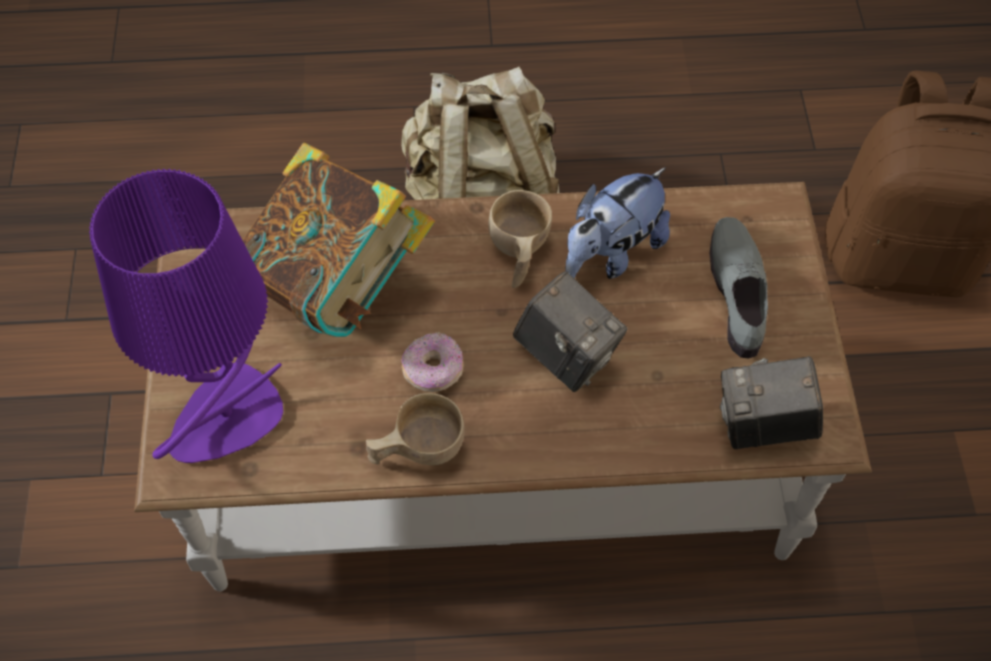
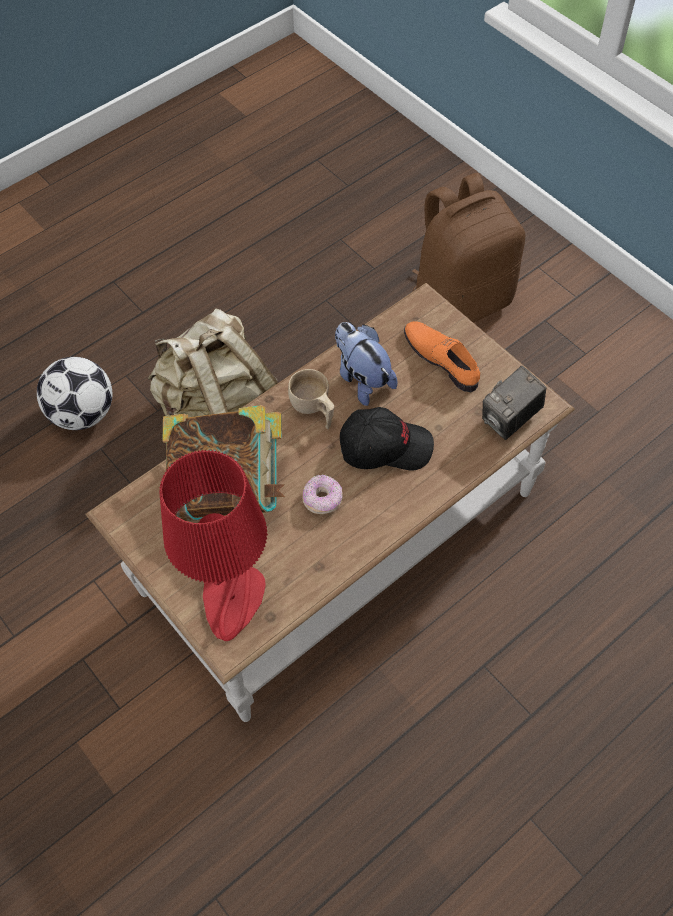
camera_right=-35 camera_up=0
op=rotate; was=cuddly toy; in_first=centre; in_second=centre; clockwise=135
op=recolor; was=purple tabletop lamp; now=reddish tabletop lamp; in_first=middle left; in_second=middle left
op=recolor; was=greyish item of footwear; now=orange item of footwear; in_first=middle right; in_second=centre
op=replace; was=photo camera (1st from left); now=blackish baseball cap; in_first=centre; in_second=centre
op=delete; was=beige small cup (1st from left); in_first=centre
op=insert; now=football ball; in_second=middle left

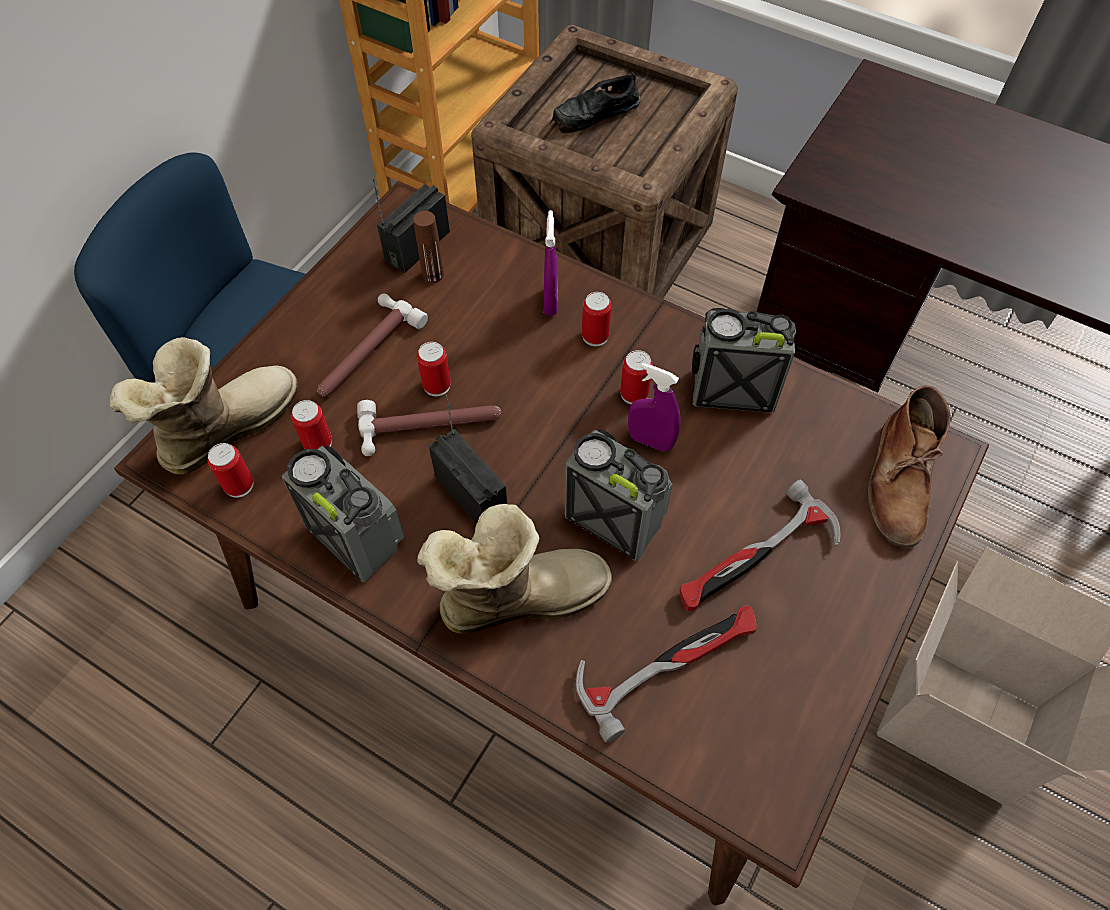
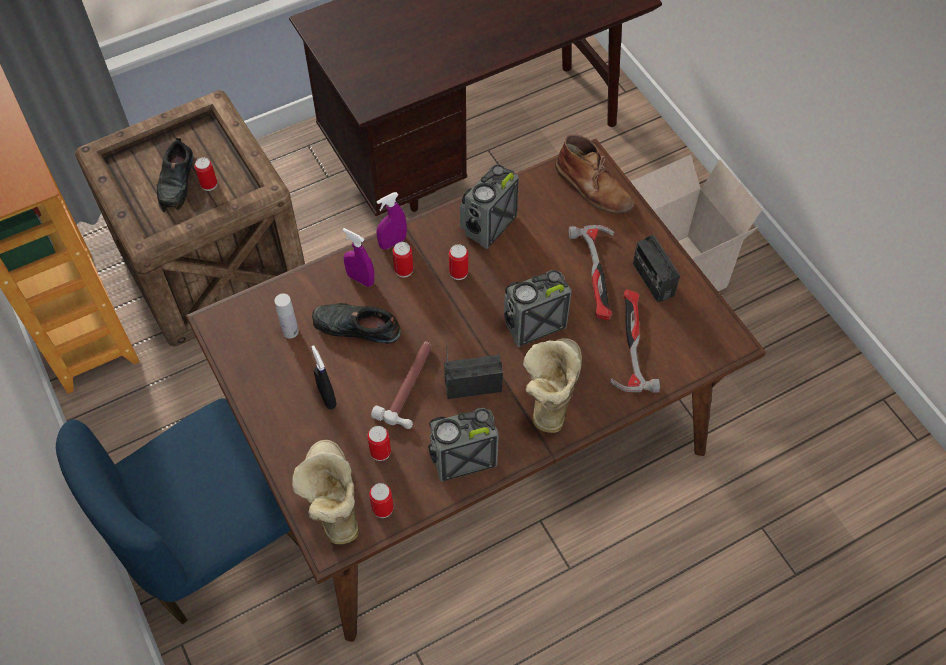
camera_right=-60 camera_up=0
op=move; was=radio (2nd from left in the first image); now=radio (5th from left); in_first=top centre; in_second=middle right
op=recolor; was=brown-coloured drink bottle; now=white drink bottle; in_first=top centre; in_second=middle left
op=replace; was=tool hammer (1st from left); now=blackish spray bottle; in_first=centre; in_second=centre
op=move; was=metal can (3rd from left in the first image); now=metal can (1st from left); in_first=centre; in_second=top left
op=move; was=purple spray bottle (2nd from left); in_first=centre; in_second=top centre
op=insert; now=blackish item of footwear (2nd from left); in_second=centre

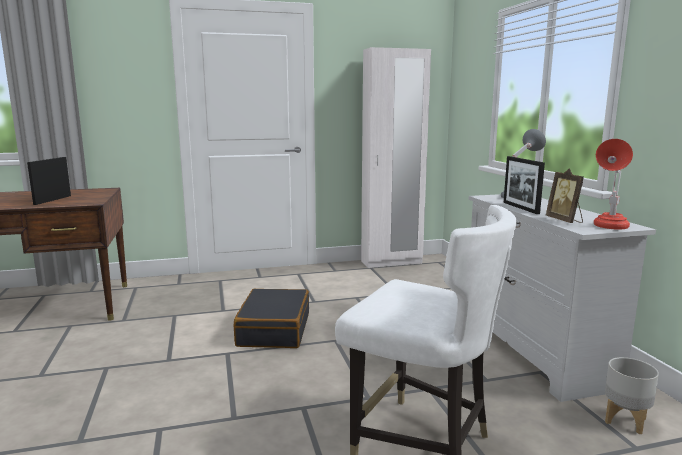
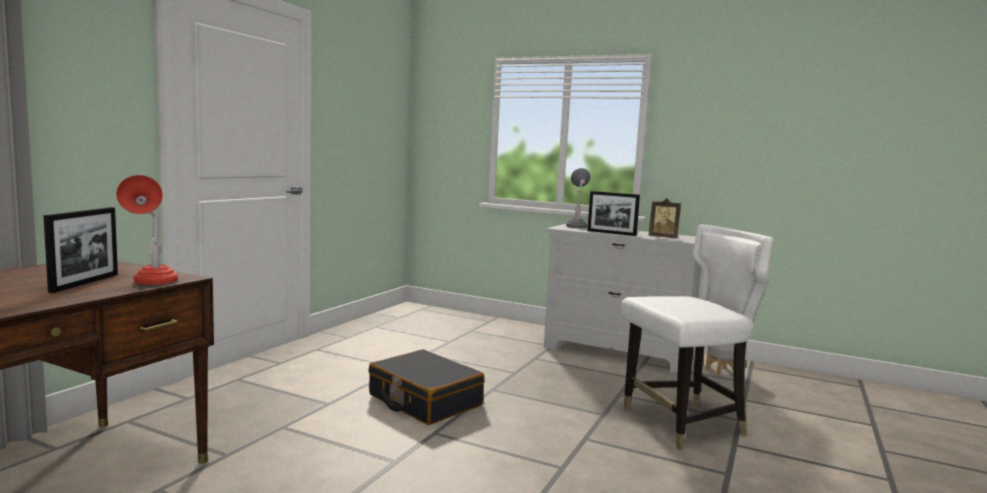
camera_right=-50 camera_up=-5
op=delete; was=white armoire; in_first=centre
op=move; was=reddish tabletop lamp; in_first=middle right; in_second=middle left
op=rotate; was=photo frame (1st from left); in_first=middle left; in_second=middle left; clockwise=-135

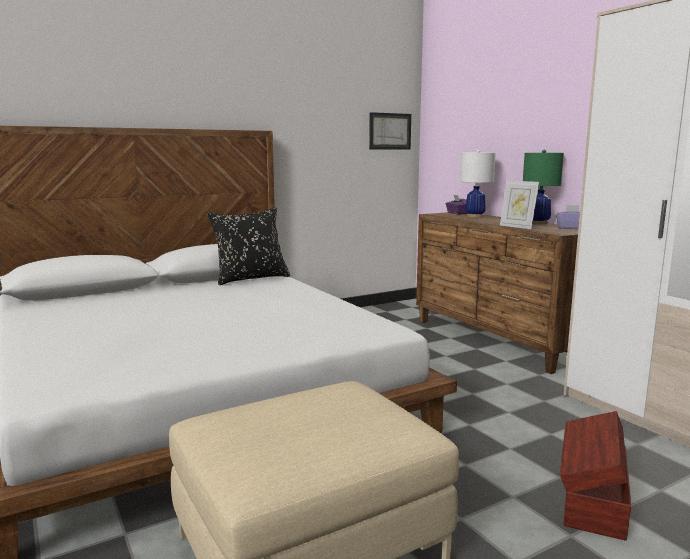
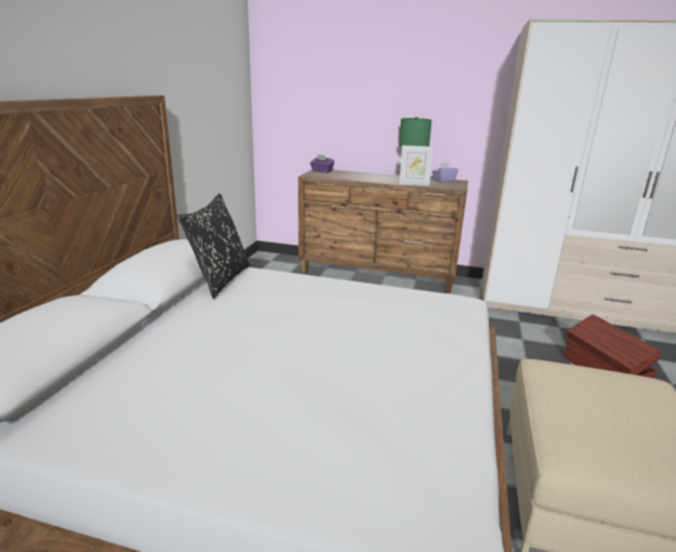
camera_right=-45 camera_up=10
op=delete; was=wall picture; in_first=top centre
op=delete; was=white tabletop lamp; in_first=top right

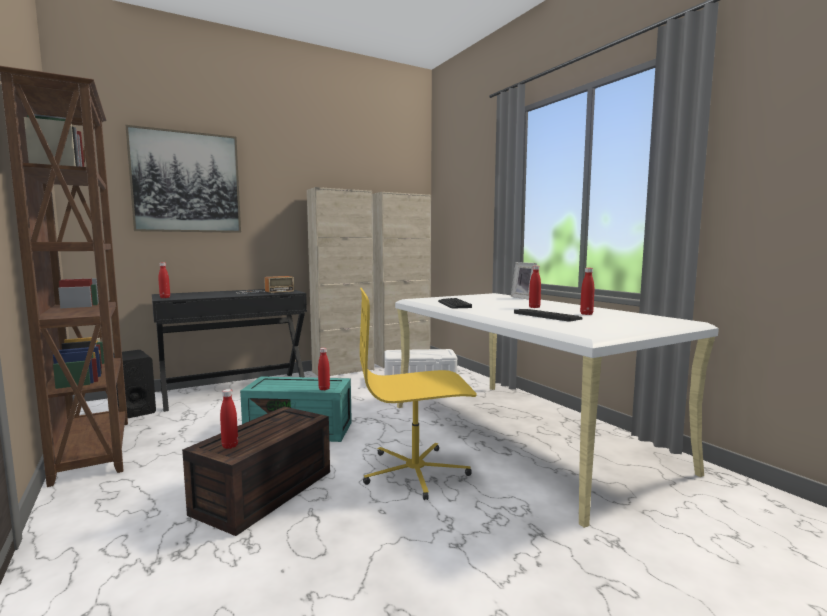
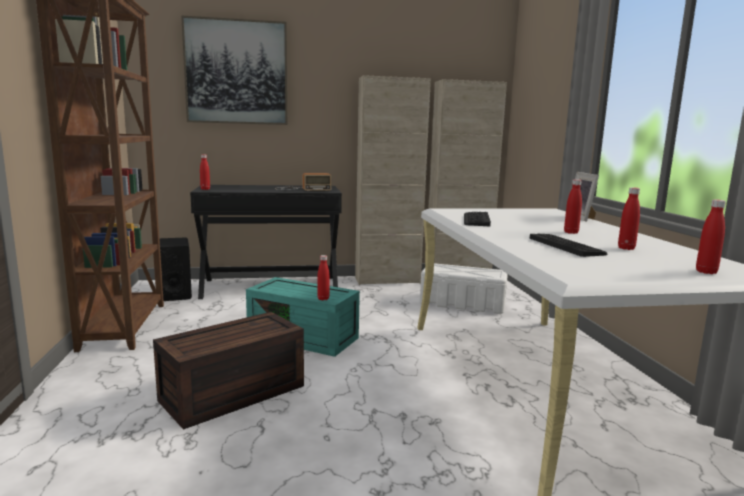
camera_right=20 camera_up=5
op=delete; was=yellowish desk chair; in_first=centre
op=move; was=reddish drink bottle (2nd from left in the first image); now=reddish drink bottle (5th from left); in_first=bottom left; in_second=middle right

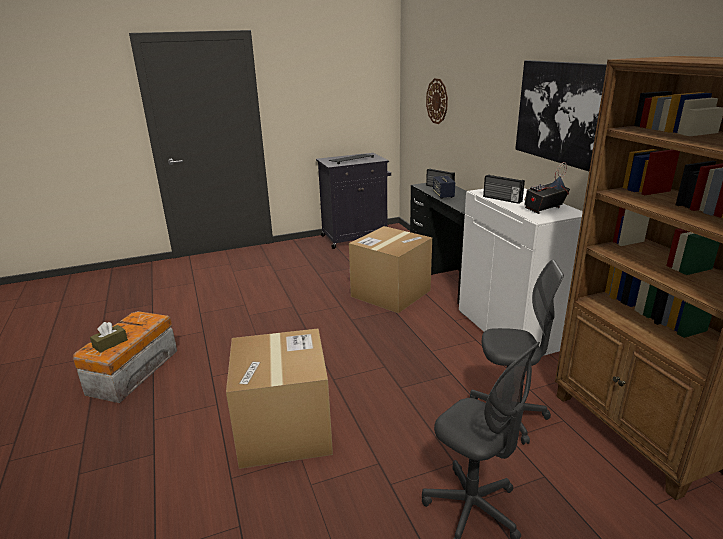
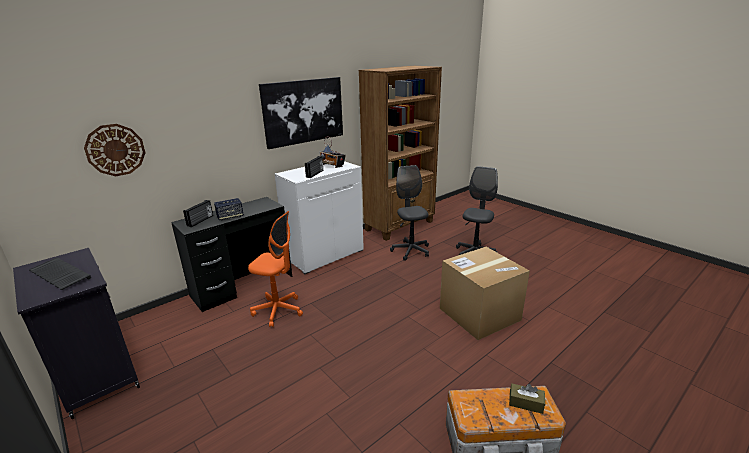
camera_right=-110 camera_up=0
op=replace; was=packing box (2nd from left); now=orange desk chair; in_first=centre; in_second=centre

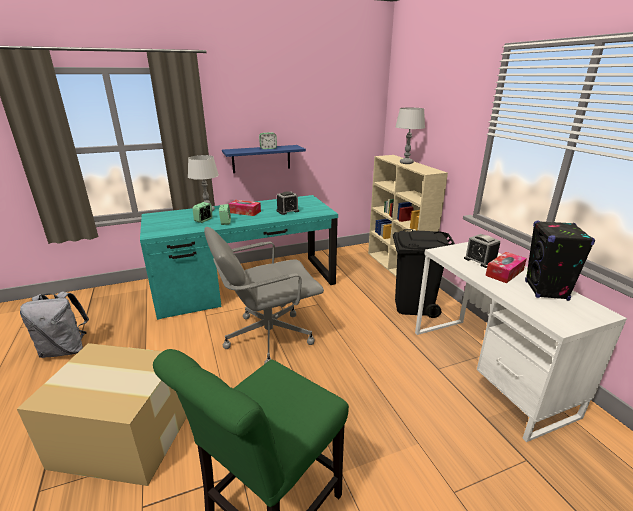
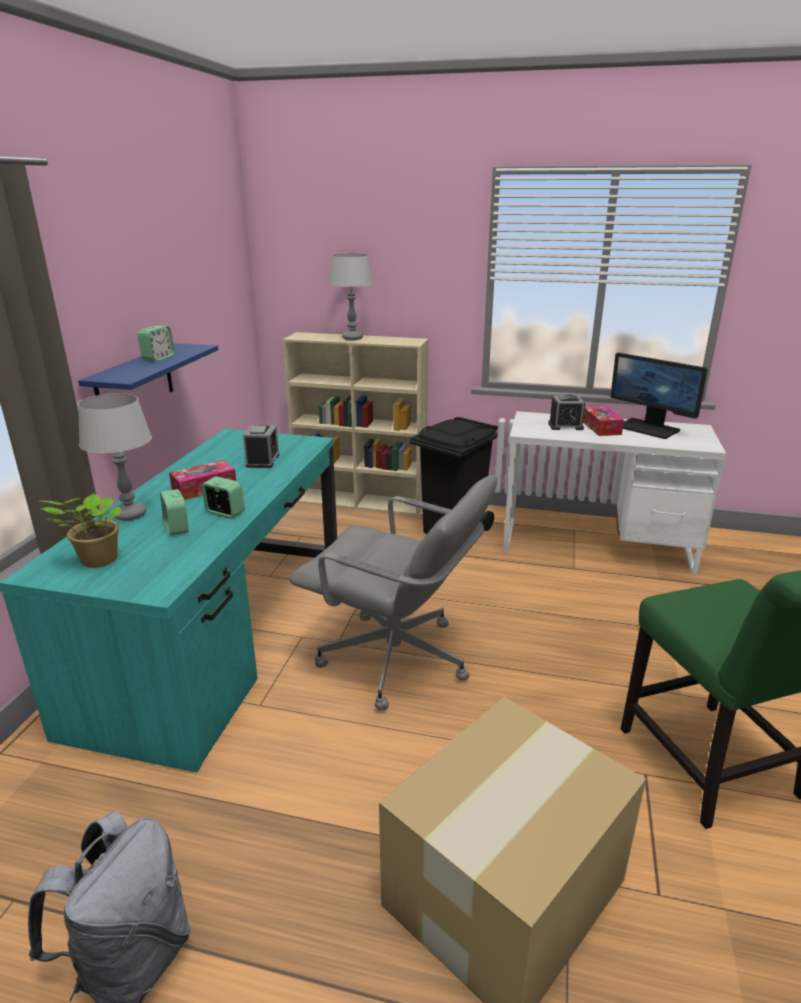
camera_right=-55 camera_up=0
op=replace; was=blackish audio speaker; now=monitor; in_first=middle right; in_second=middle right
op=rotate; was=greyish desk chair; in_first=centre; in_second=centre; clockwise=-75
op=insert; now=houseplant; in_second=middle left

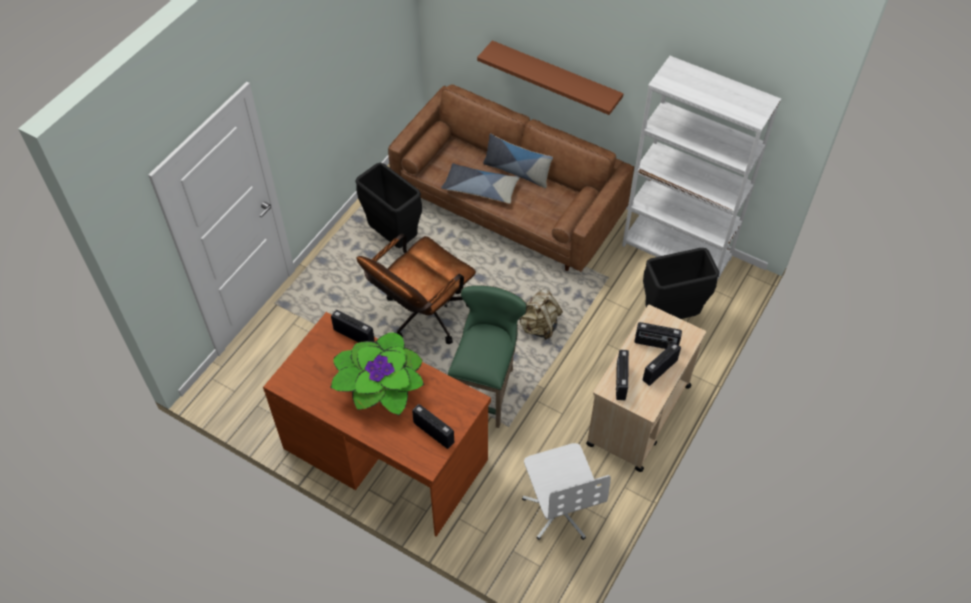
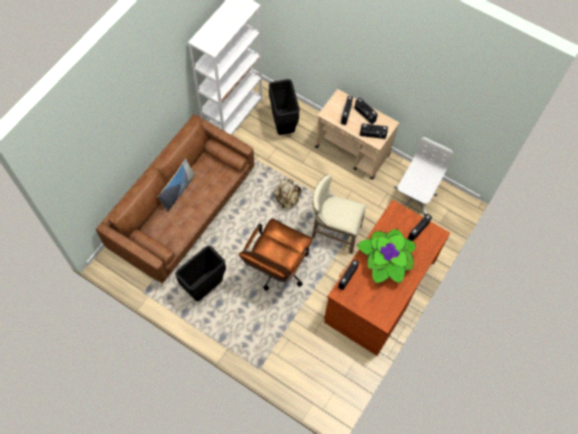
camera_right=-90 camera_up=10
op=delete; was=brown-coloured bracket shelf; in_first=top centre
op=delete; was=cushion (1st from left); in_first=top centre
op=rotate; was=brown-coloured desk chair; in_first=centre; in_second=centre; clockwise=75
op=recolor; was=green-coloured stool seat; now=beige stool seat; in_first=centre; in_second=centre
op=rotate; was=white desk chair; in_first=bottom centre; in_second=middle right; clockwise=-45

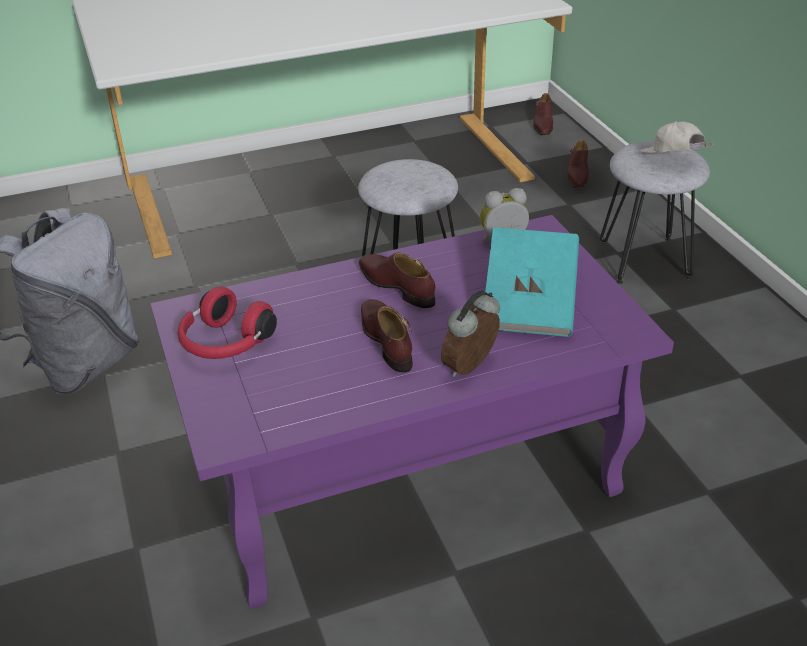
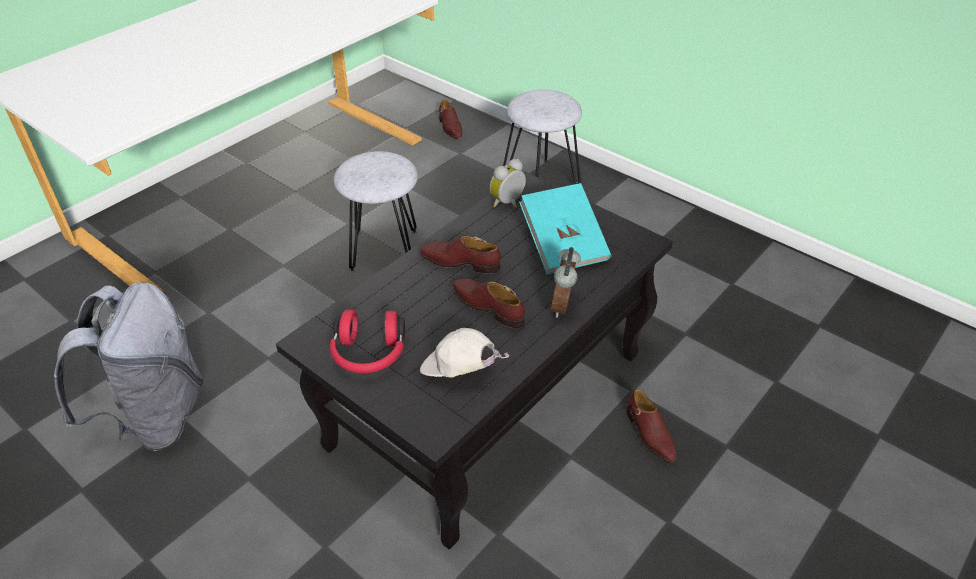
camera_right=-30 camera_up=5
op=move; was=brown-coloured item of footwear (3rd from left in the first image); now=brown-coloured item of footwear (4th from left); in_first=top right; in_second=bottom right
op=move; was=white baseball cap; in_first=top right; in_second=centre
op=recolor; was=purple lounge table; now=blackish lounge table; in_first=centre; in_second=centre

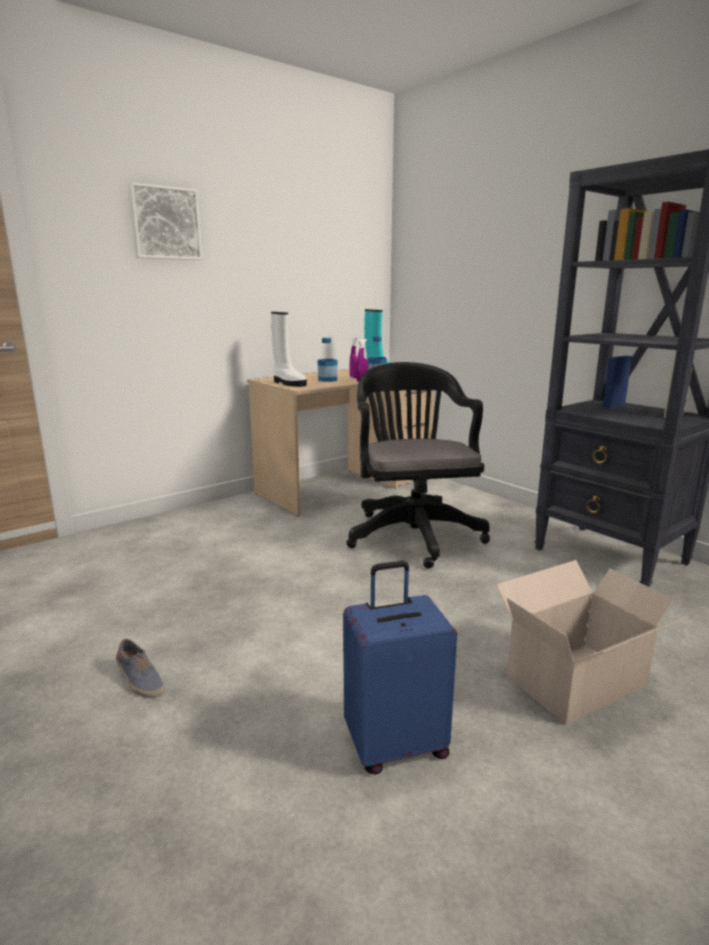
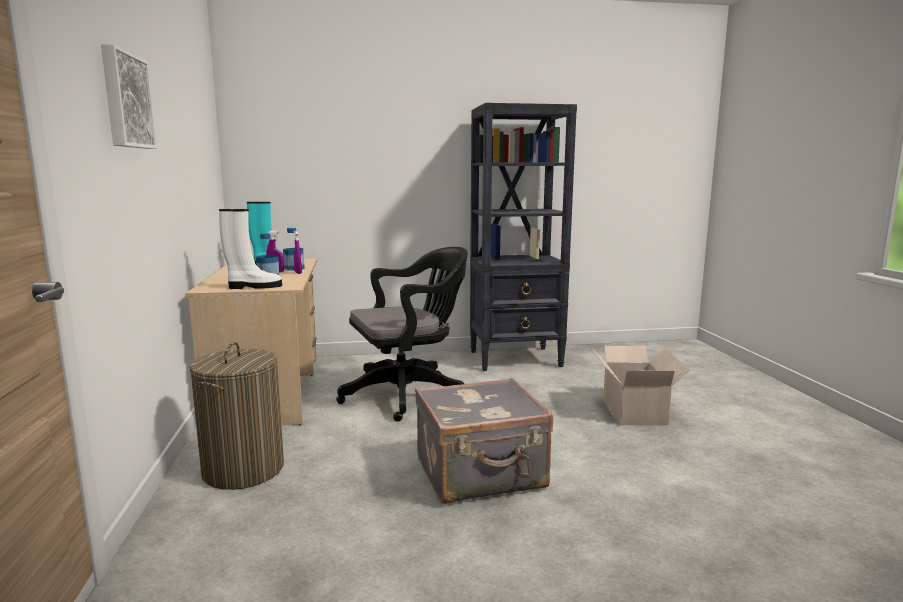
camera_right=-60 camera_up=-5
op=rotate; was=blackish desk chair; in_first=centre; in_second=centre; clockwise=135
op=delete; was=bluish suitcase; in_first=bottom centre
op=delete; was=item of footwear; in_first=bottom left
op=insert; now=washing basket; in_second=bottom left
op=insert; now=greyish suitcase; in_second=bottom centre

